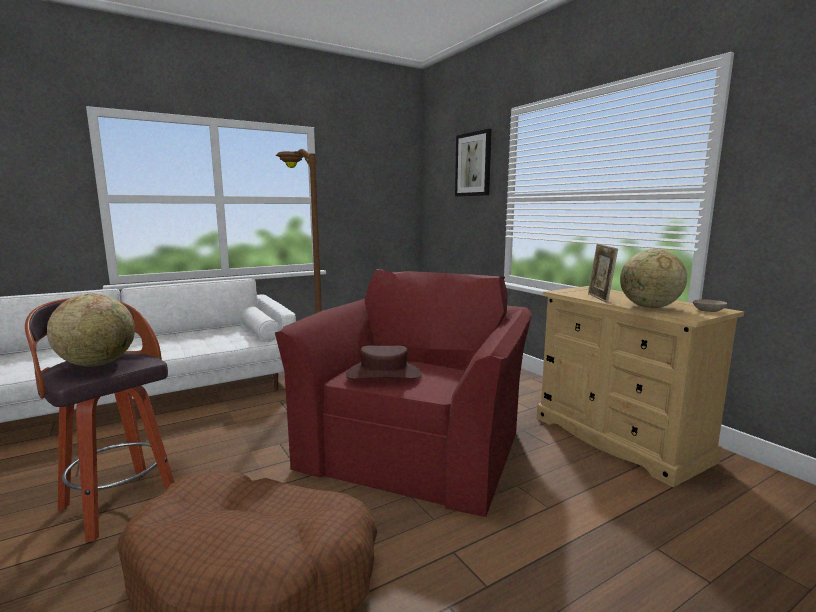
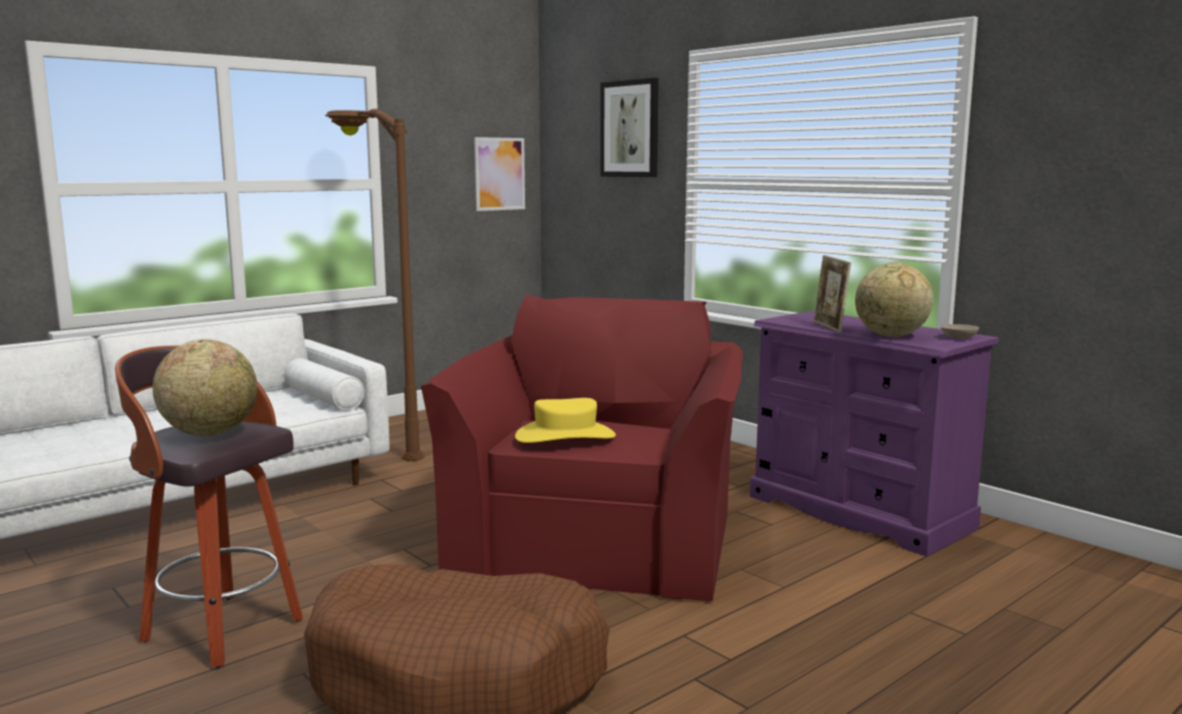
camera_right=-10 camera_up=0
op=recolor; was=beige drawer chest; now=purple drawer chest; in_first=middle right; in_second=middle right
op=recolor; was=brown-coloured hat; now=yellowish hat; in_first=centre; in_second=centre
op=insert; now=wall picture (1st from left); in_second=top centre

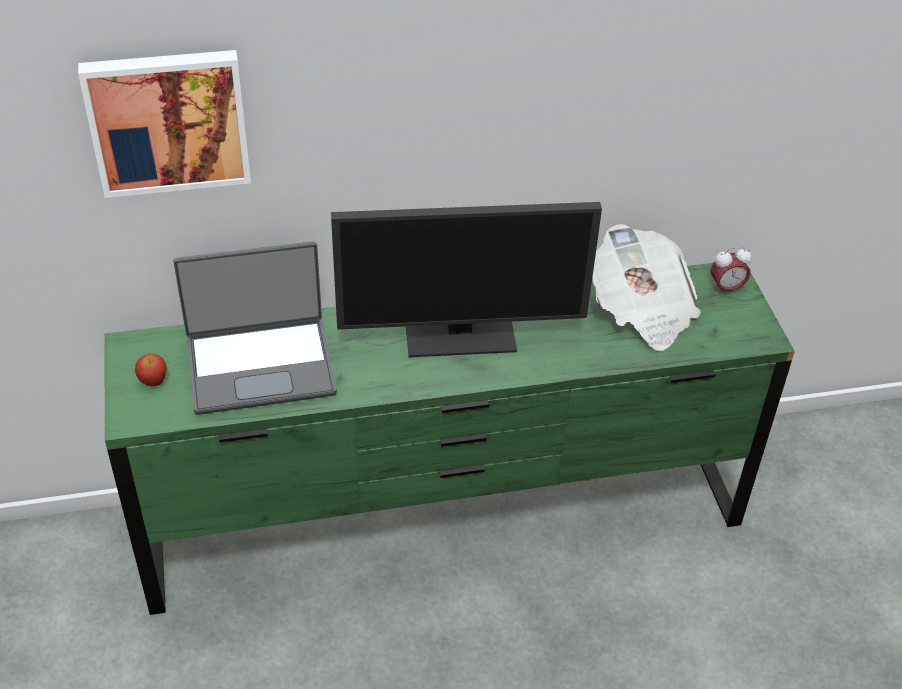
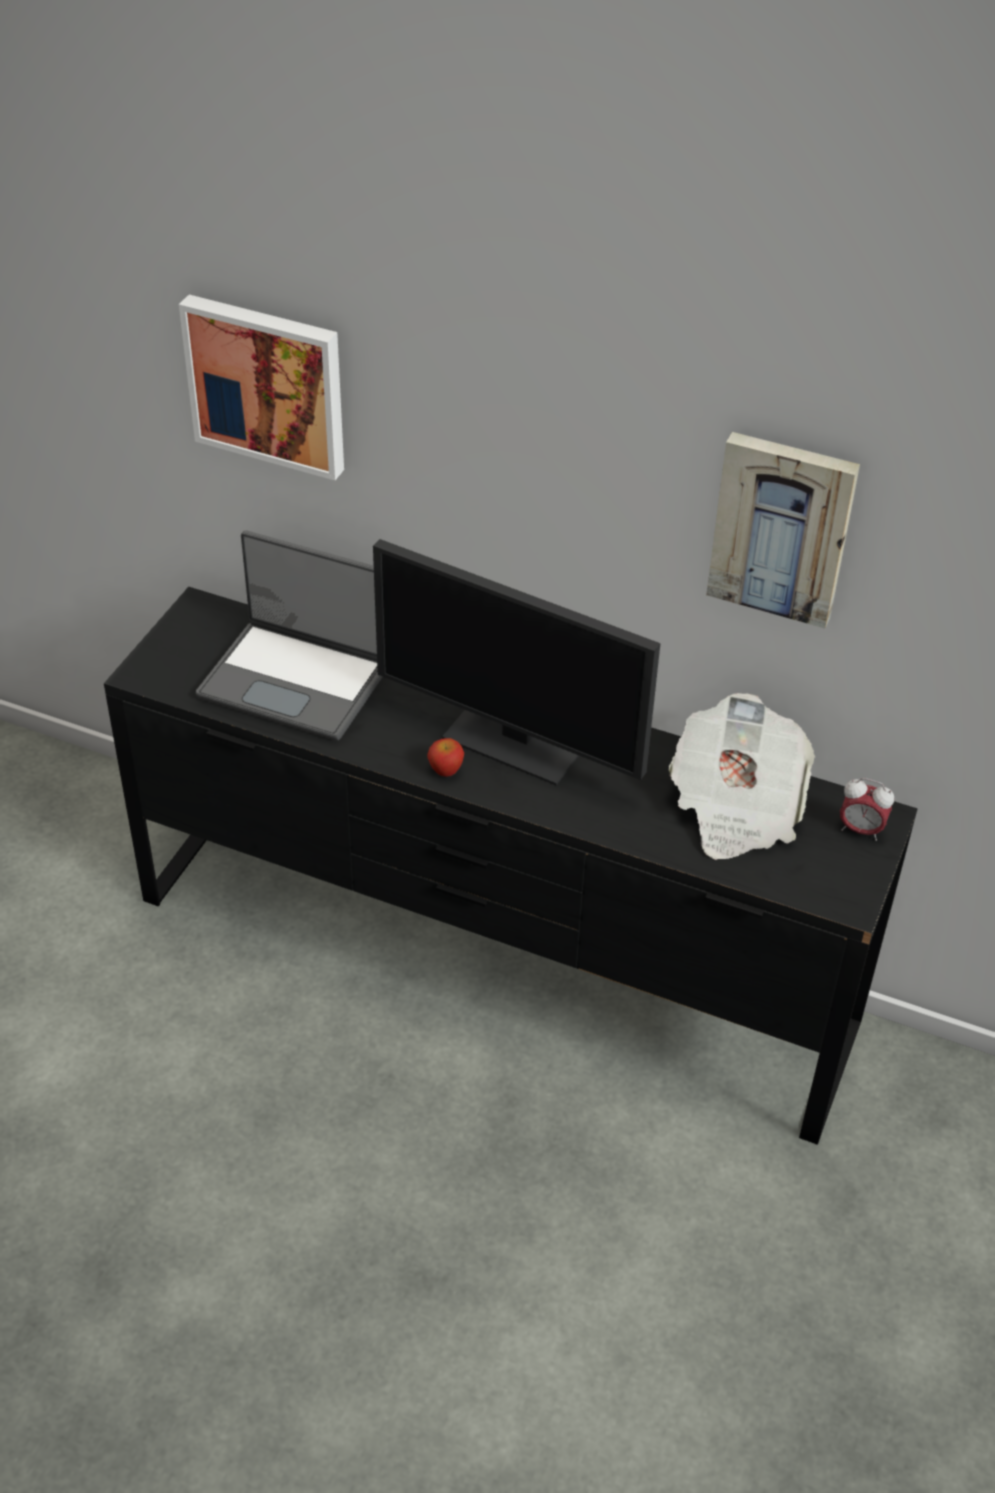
camera_right=35 camera_up=0
op=recolor; was=green-coloured drawer chest; now=blackish drawer chest; in_first=centre; in_second=centre
op=move; was=apple; in_first=middle left; in_second=centre
op=insert; now=wall picture (2nd from left); in_second=middle right

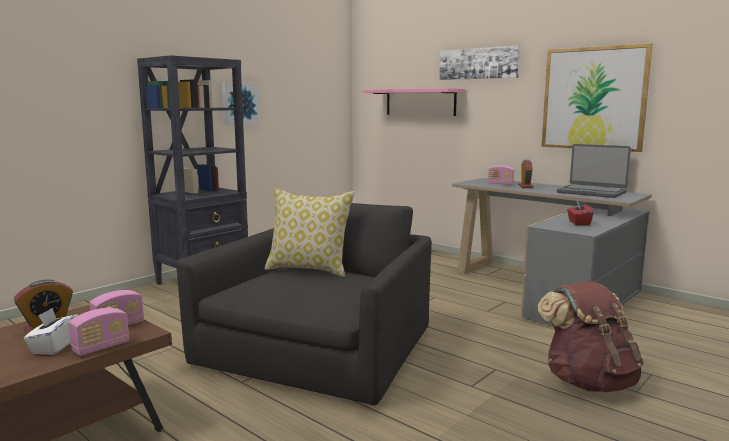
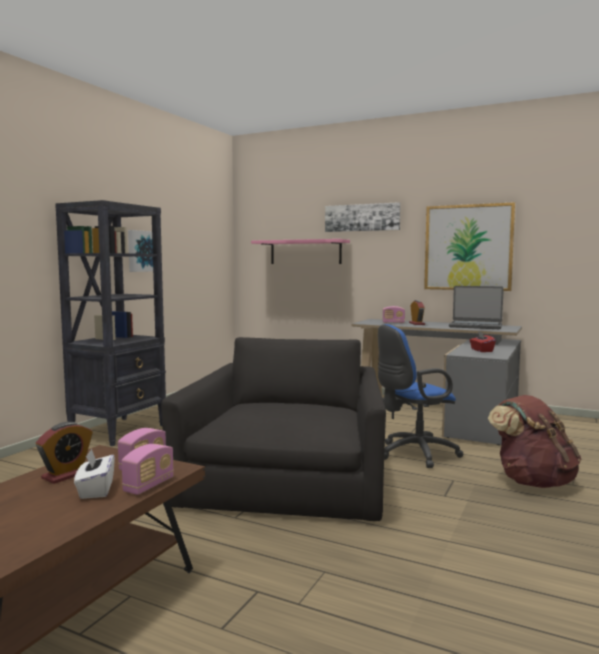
camera_right=-15 camera_up=-5
op=delete; was=cushion; in_first=centre
op=insert; now=bluish desk chair; in_second=middle right

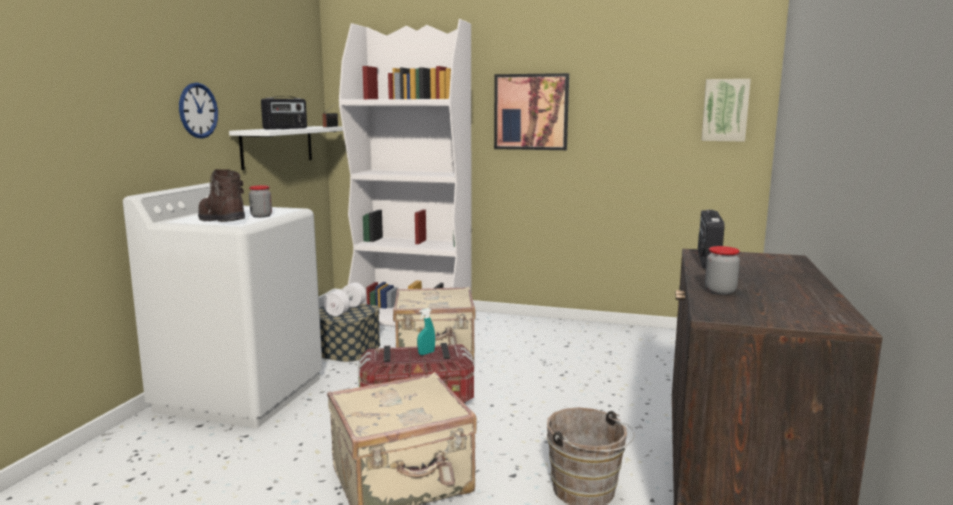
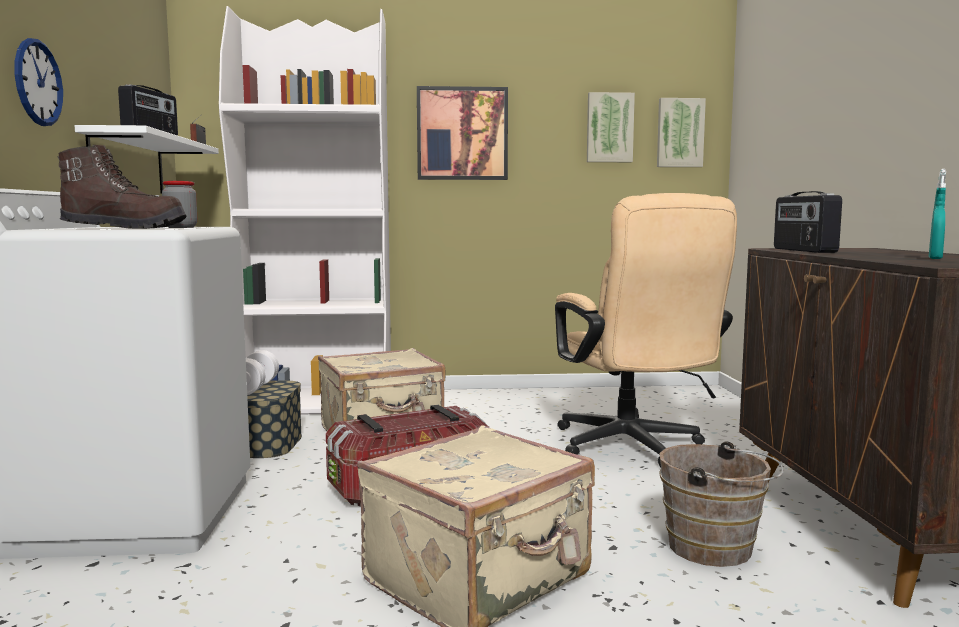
camera_right=-20 camera_up=-5
op=rotate; was=brown-coloured boot; in_first=middle left; in_second=top left; clockwise=150
op=delete; was=preserve jar (2nd from left); in_first=middle right
op=move; was=blue-green spray bottle; in_first=centre; in_second=middle right
op=insert; now=wall picture (2nd from left); in_second=top centre
op=insert; now=beige desk chair; in_second=middle right

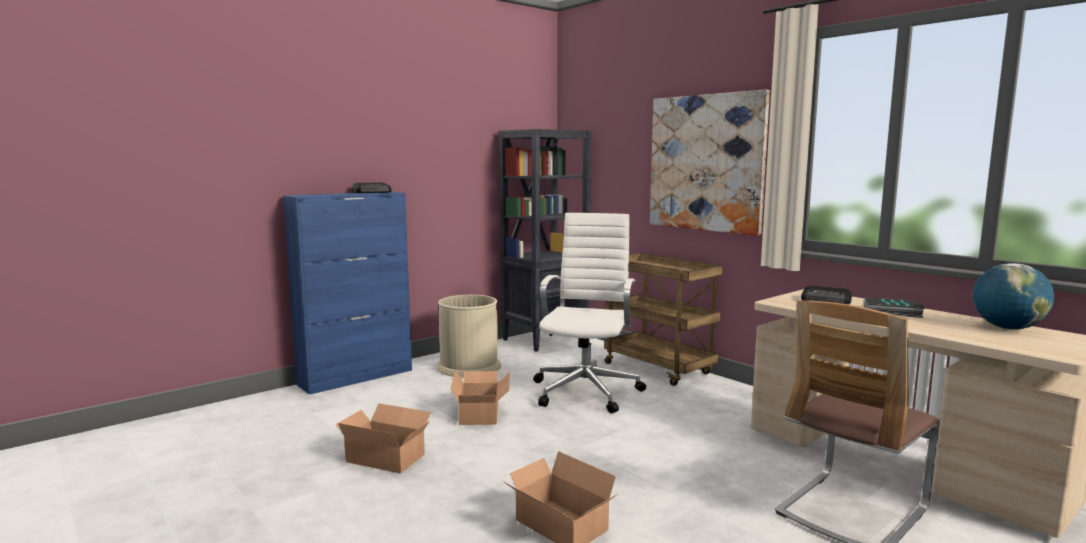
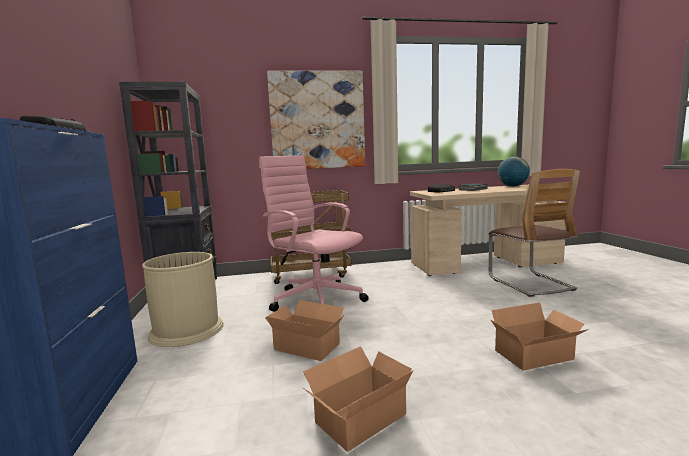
camera_right=-60 camera_up=0
op=recolor; was=white desk chair; now=pink-coloured desk chair; in_first=centre; in_second=centre

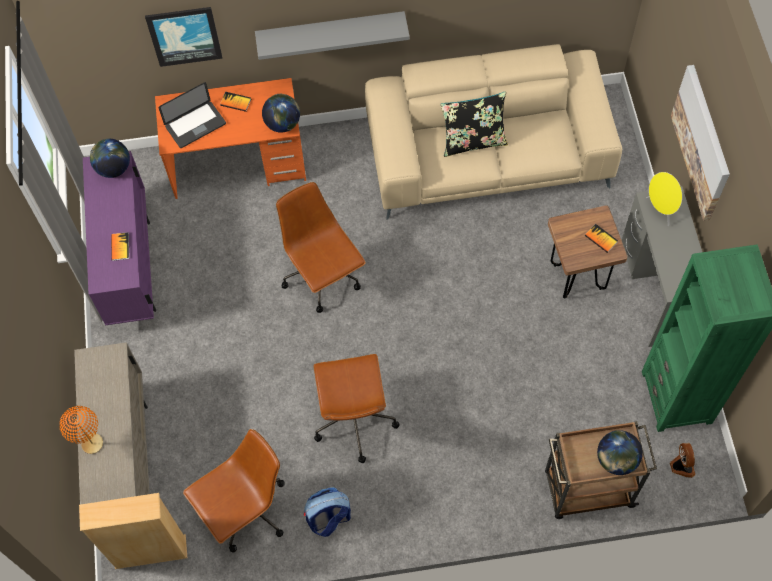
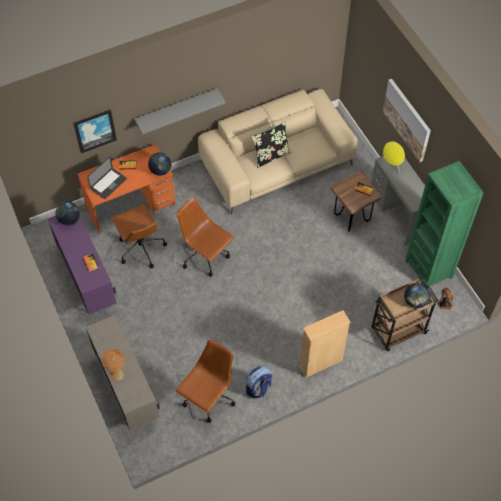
camera_right=-20 camera_up=-5
op=move; was=brown-coloured desk chair (3rd from left in the first image); now=brown-coloured desk chair (1st from left); in_first=bottom centre; in_second=middle left
op=move; was=beige bookshelf; in_first=bottom left; in_second=bottom centre

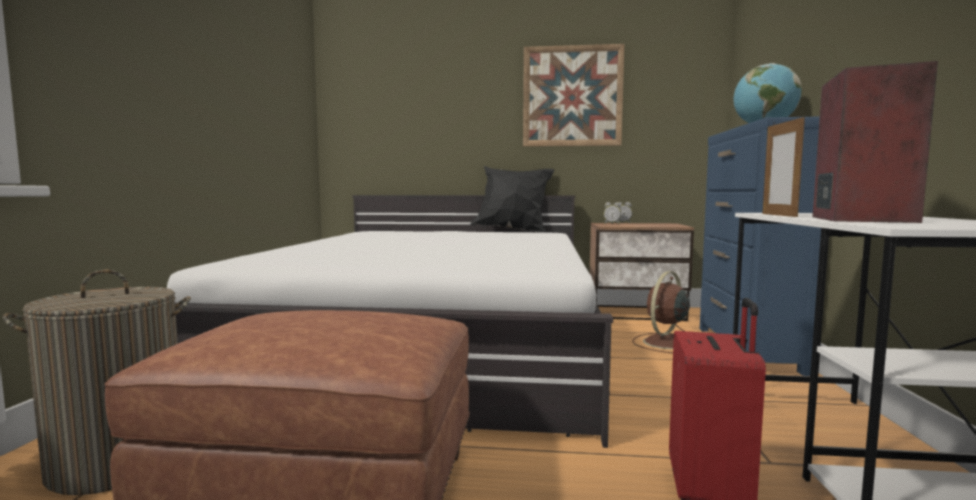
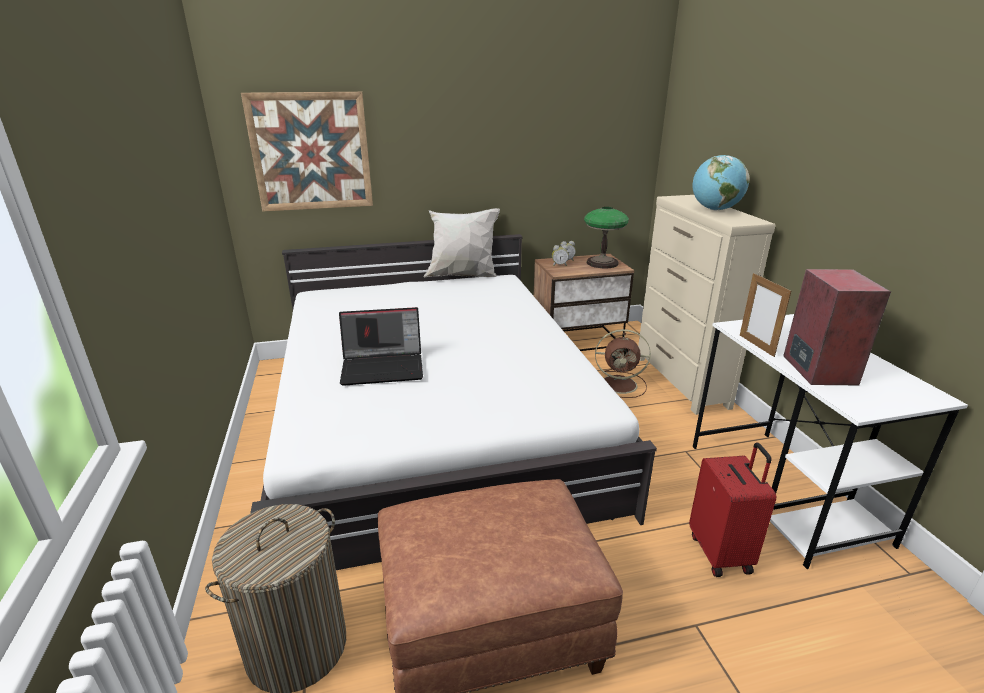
camera_right=-20 camera_up=20
op=move; was=wall picture; in_first=top centre; in_second=top left
op=recolor; was=bluish drawer chest; now=beige drawer chest; in_first=middle right; in_second=middle right
op=recolor; was=blackish cushion; now=white cushion; in_first=centre; in_second=centre
op=rotate; was=brown-coloured fan; in_first=middle right; in_second=centre; clockwise=-105
op=insert; now=tabletop lamp; in_second=centre
op=insert; now=notebook computer; in_second=centre

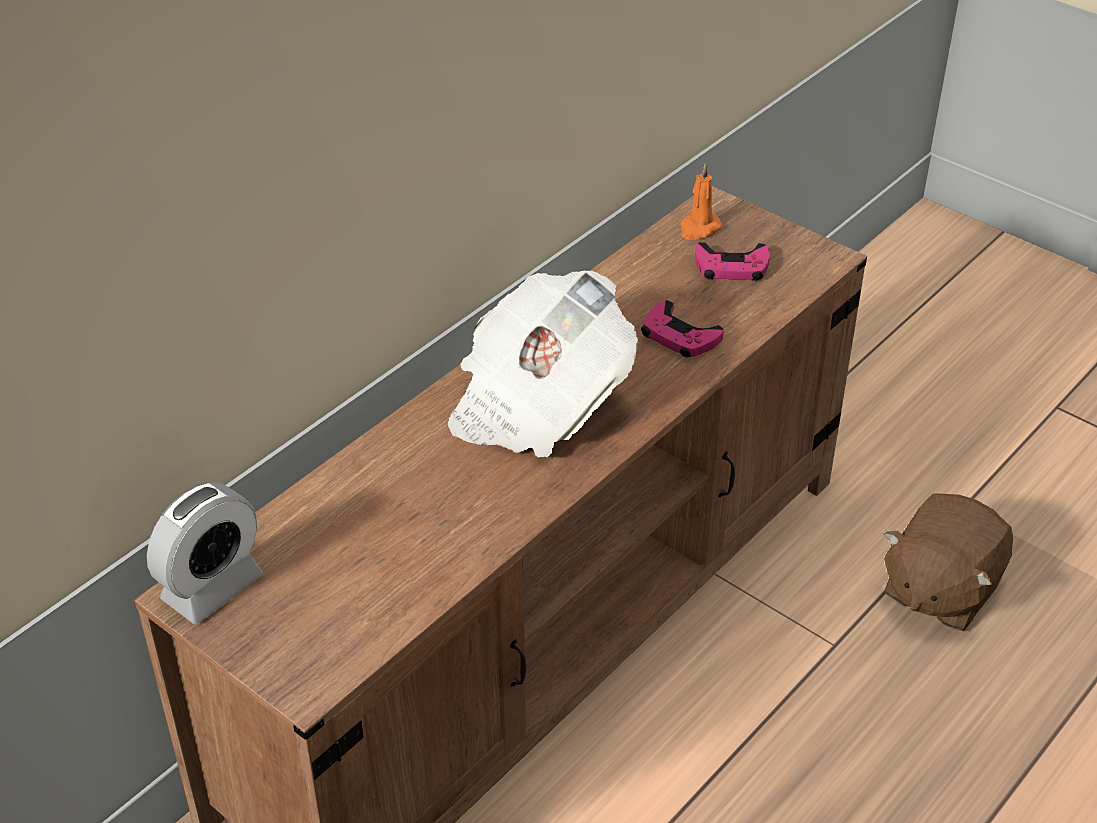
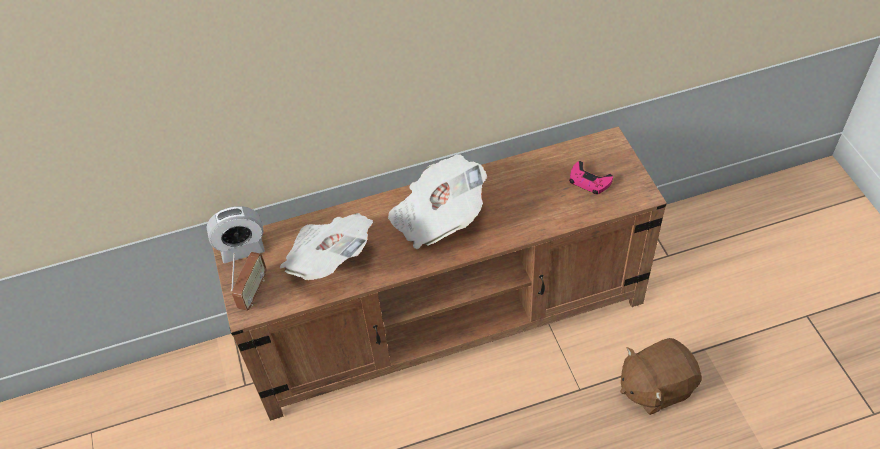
camera_right=35 camera_up=10
op=delete; was=orange wax candle; in_first=top centre
op=delete; was=pink-coloured joypad (1st from left); in_first=centre
op=insert; now=daily paper (1st from left); in_second=centre
op=insert; now=radio; in_second=middle left

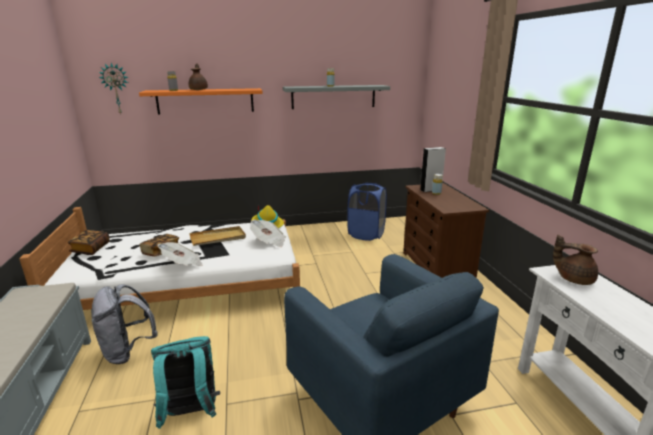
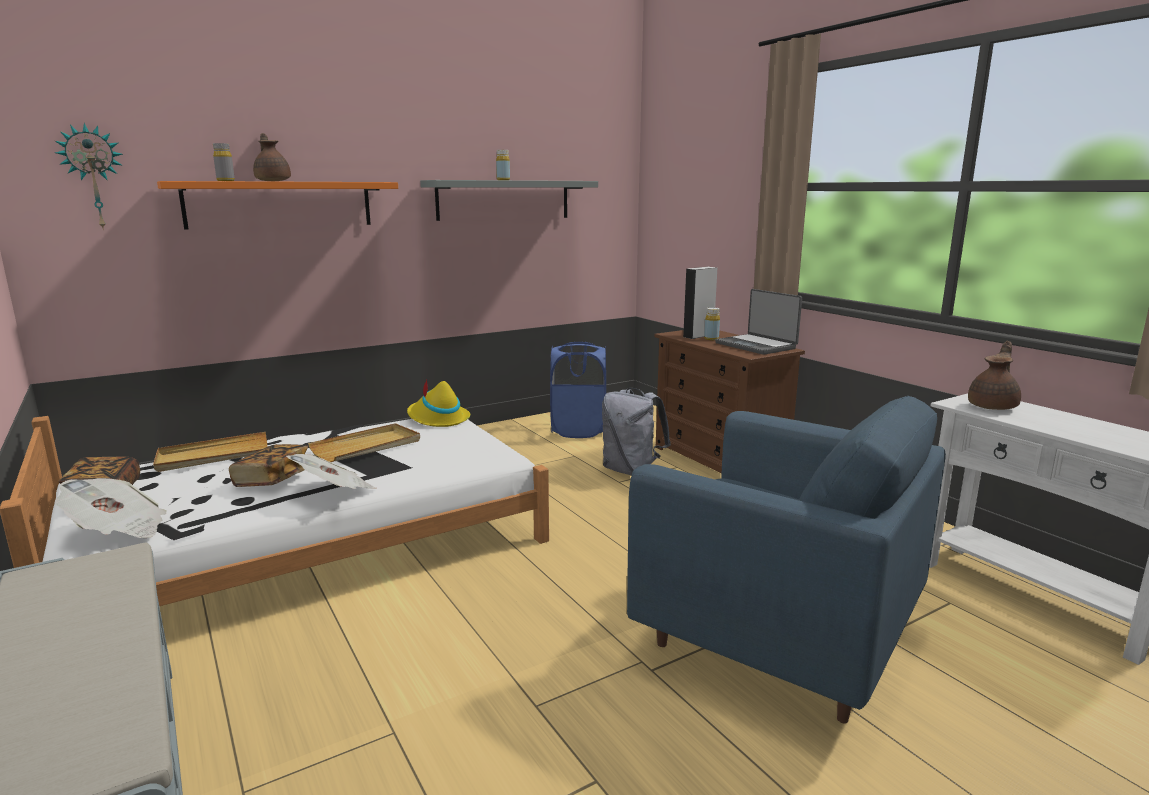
camera_right=-20 camera_up=-5
op=move; was=daily paper (2nd from left in the first image); now=daily paper (1st from left); in_first=centre; in_second=middle left
op=rotate; was=brown-coloured pot for tea (2nd from left); in_first=middle right; in_second=middle right; clockwise=120
op=move; was=greyish knapsack; in_first=bottom left; in_second=centre
op=delete; was=blue-green knapsack; in_first=bottom left
op=insert; now=notebook computer; in_second=centre
op=insert; now=beige tray (1st from left); in_second=middle left

